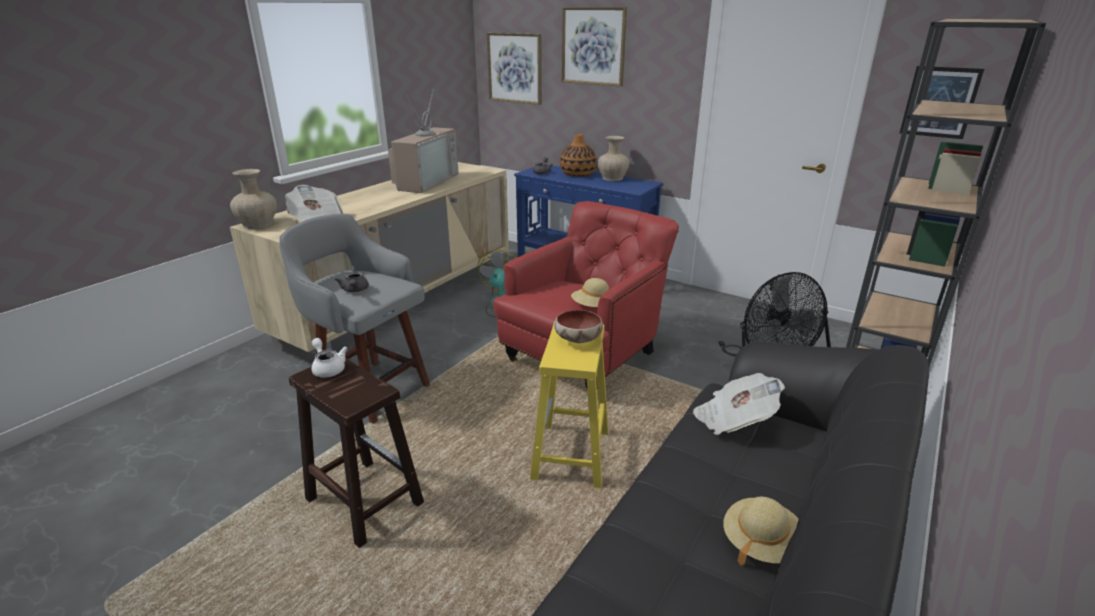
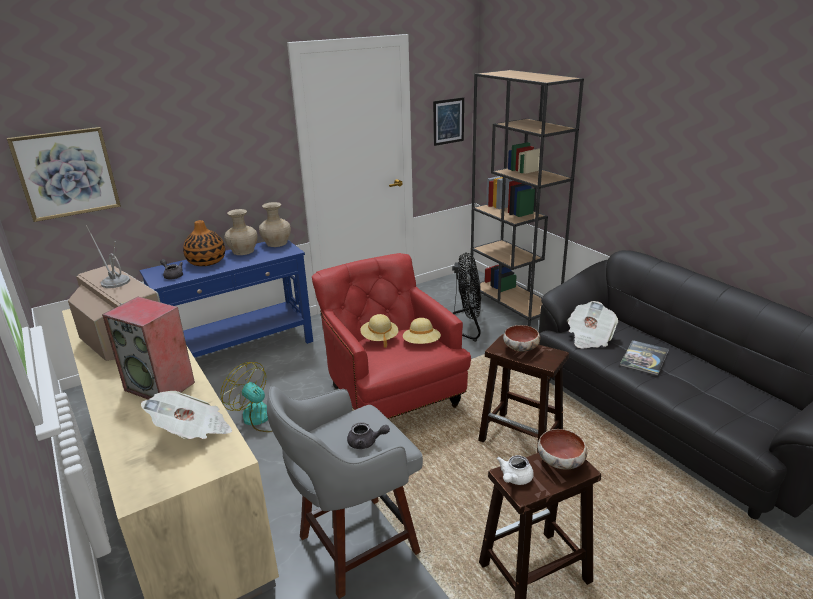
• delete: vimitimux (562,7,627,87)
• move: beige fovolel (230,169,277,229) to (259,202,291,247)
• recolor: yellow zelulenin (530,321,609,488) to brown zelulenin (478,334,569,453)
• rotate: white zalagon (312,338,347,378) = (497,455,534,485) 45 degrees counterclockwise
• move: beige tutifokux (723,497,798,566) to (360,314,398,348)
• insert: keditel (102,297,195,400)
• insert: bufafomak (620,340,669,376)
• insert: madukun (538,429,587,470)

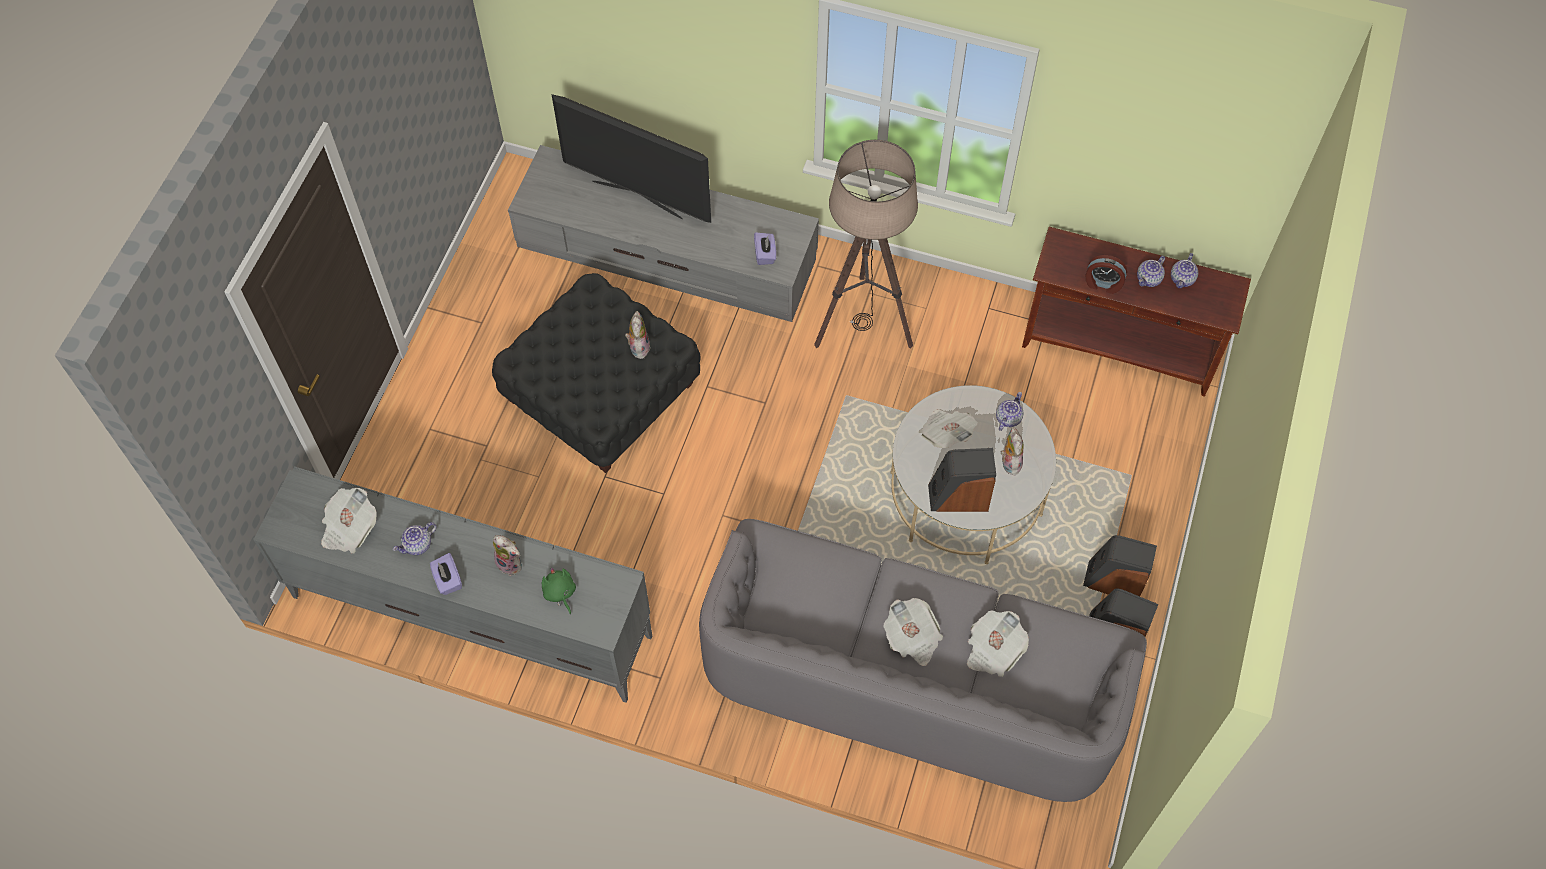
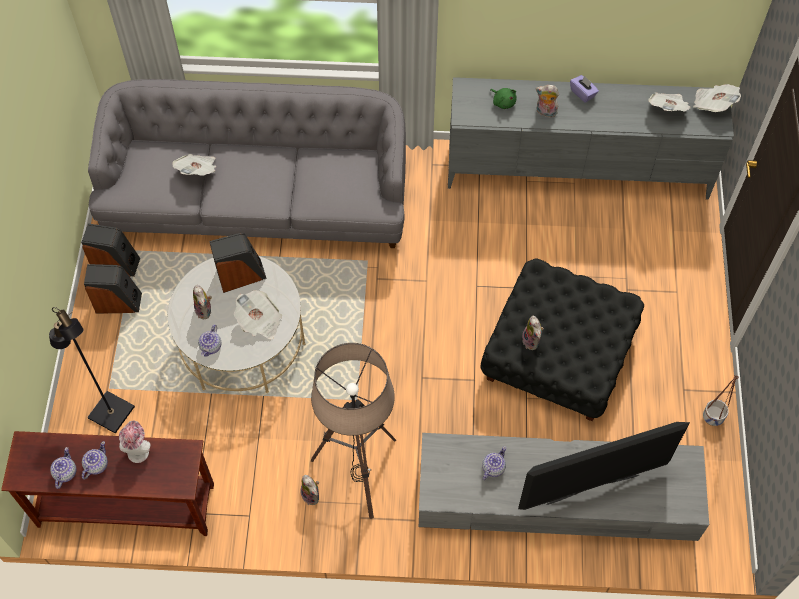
• rotate: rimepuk (552,94,711,223) = (518,422,690,510) 150 degrees clockwise
• delete: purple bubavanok (754,232,776,265)
• replace: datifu (1085,255,1127,294) to tutifokux (119,421,151,463)
• move: zalagon (393,522,436,555) to (482,447,506,480)
• move: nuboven (884,598,943,666) to (693,84,741,112)
• insert: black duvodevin (49,307,135,434)
• insert: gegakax (703,375,739,426)
• insert: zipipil (300,475,320,505)

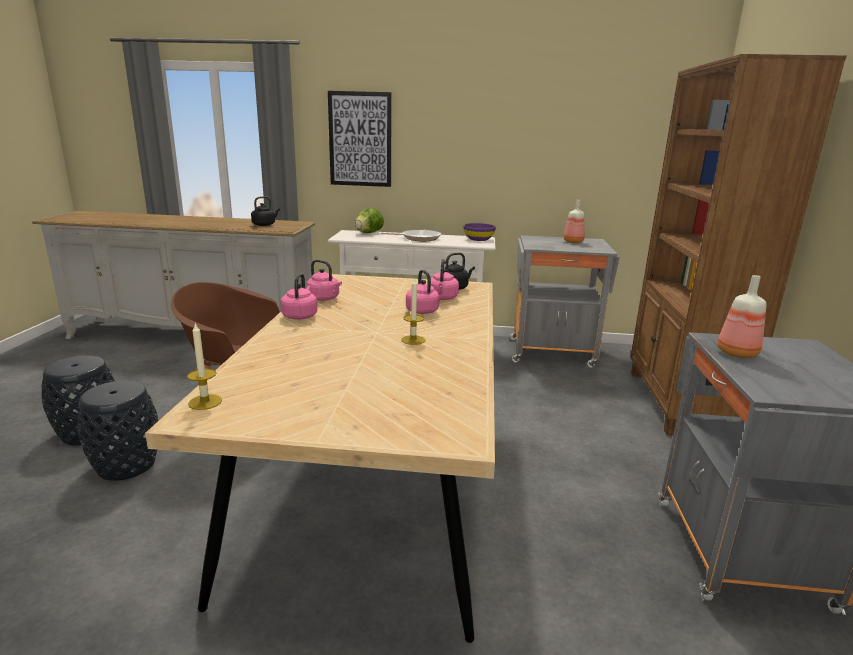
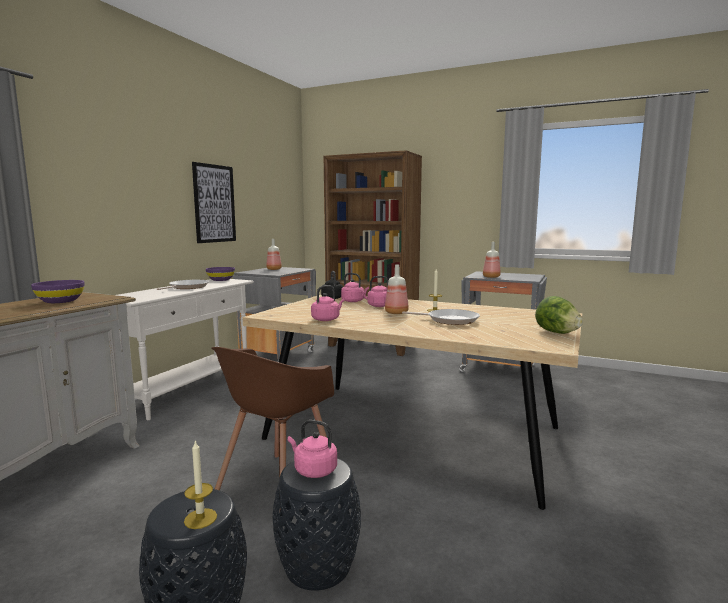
• move: vimitimux (328,91,392,187) to (192,162,236,243)
• replace: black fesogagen (251,196,280,226) to purple madukun (31,280,85,303)
• move: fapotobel (355,208,384,233) to (535,296,583,334)
• move: pink fesogagen (281,273,317,320) to (288,420,337,478)
• move: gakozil (187,323,222,410) to (184,440,217,529)
• insert: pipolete (385,265,409,314)
• insert: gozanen (402,309,480,325)

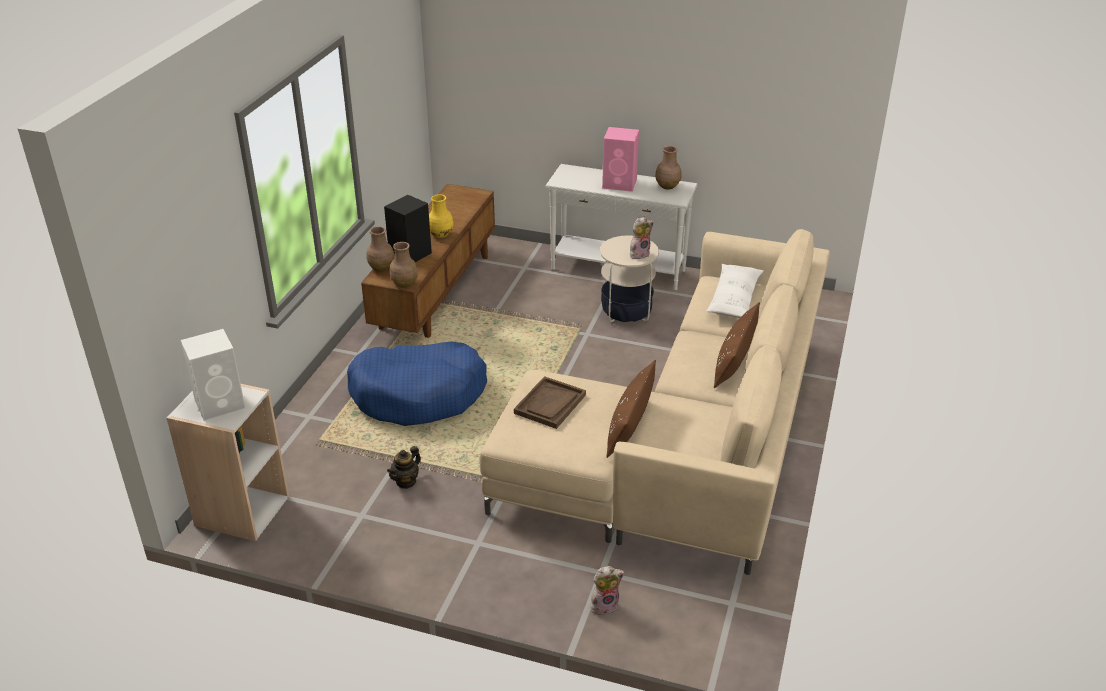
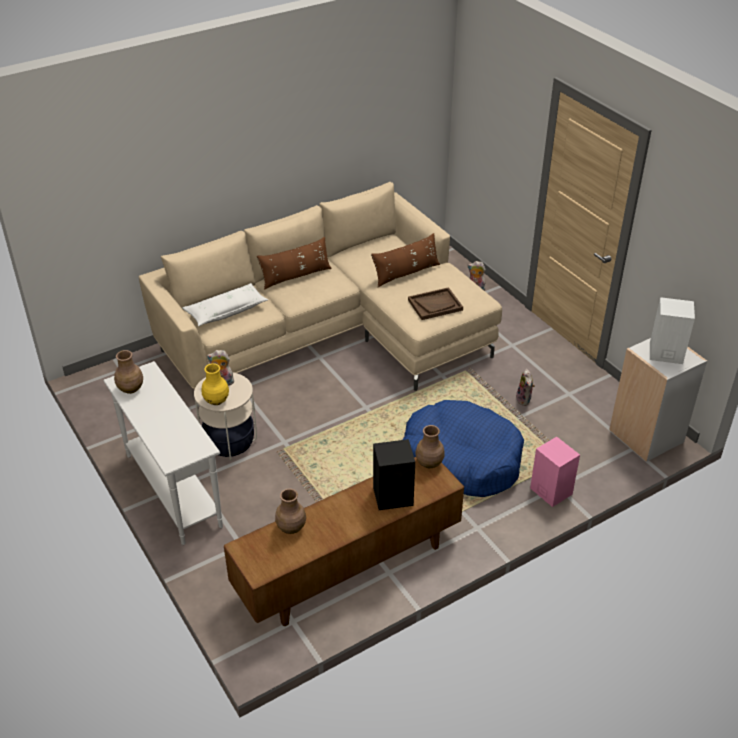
• move: pink keditel (602,127,639,192) to (530,437,580,507)
• move: yellow fovolel (429,194,454,238) to (201,363,229,405)
• move: brown fovolel (366,227,395,272) to (275,488,306,534)
• replace: zalagon (387,446,421,489) to zipipil (516,369,535,406)

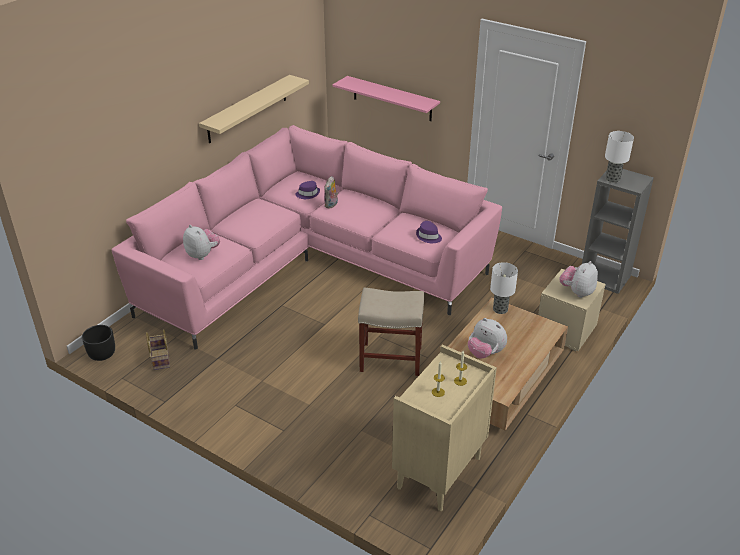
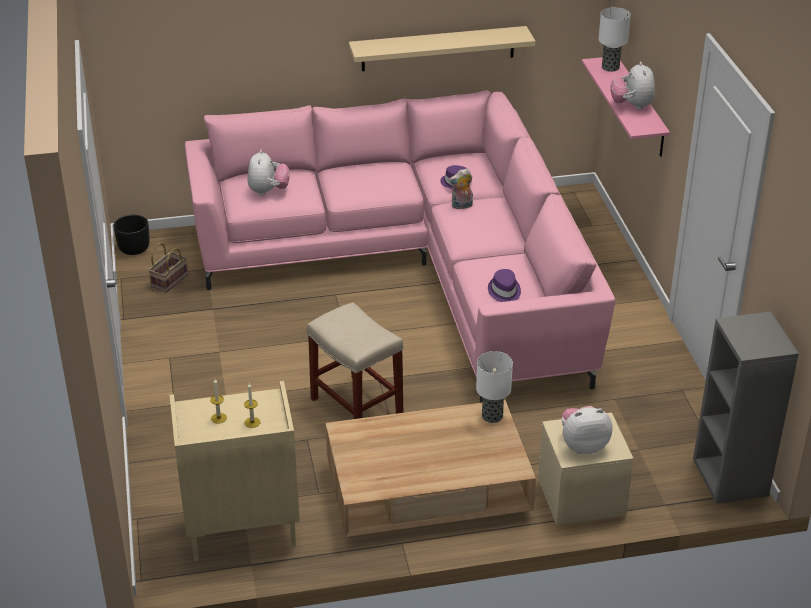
• move: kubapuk (605,131,634,183) to (598,7,631,72)
• move: zipipil (468,318,507,359) to (610,62,655,110)

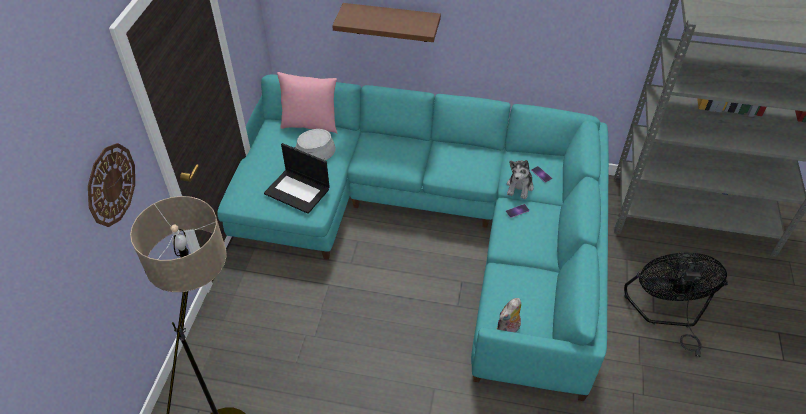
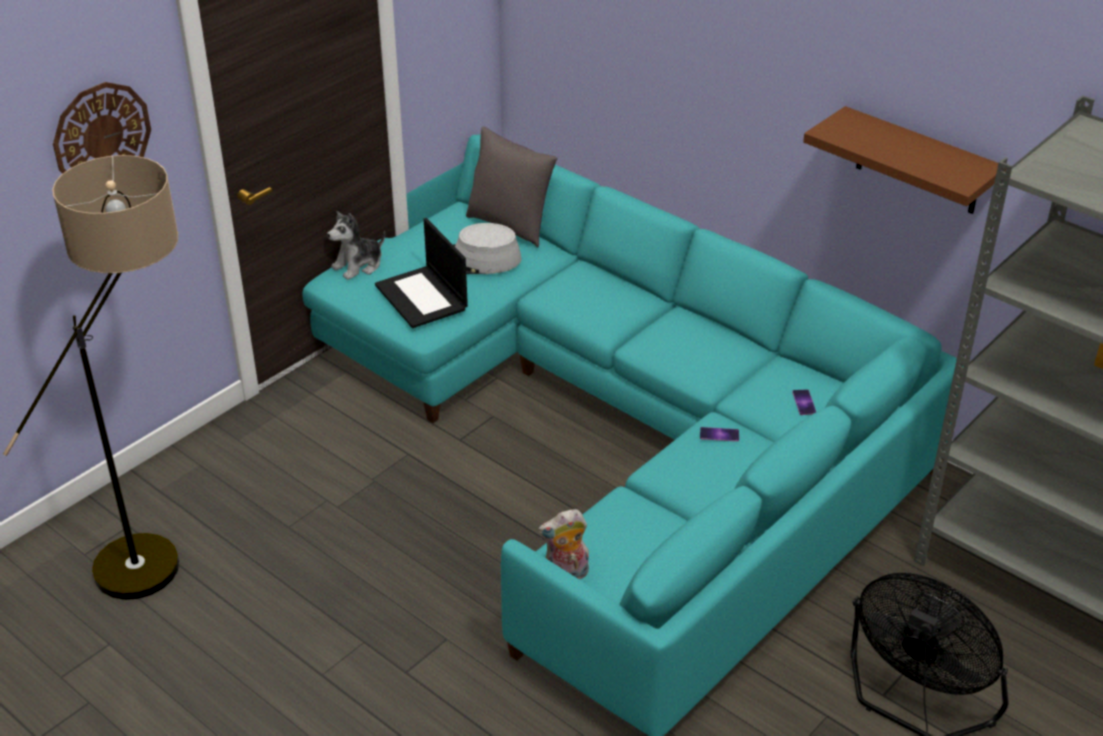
• move: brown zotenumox (332,3,441,42) to (803,106,1006,214)
• recolor: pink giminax (277,72,337,134) to grey giminax (466,126,558,248)
• move: zipipil (507,160,534,199) to (327,211,385,280)

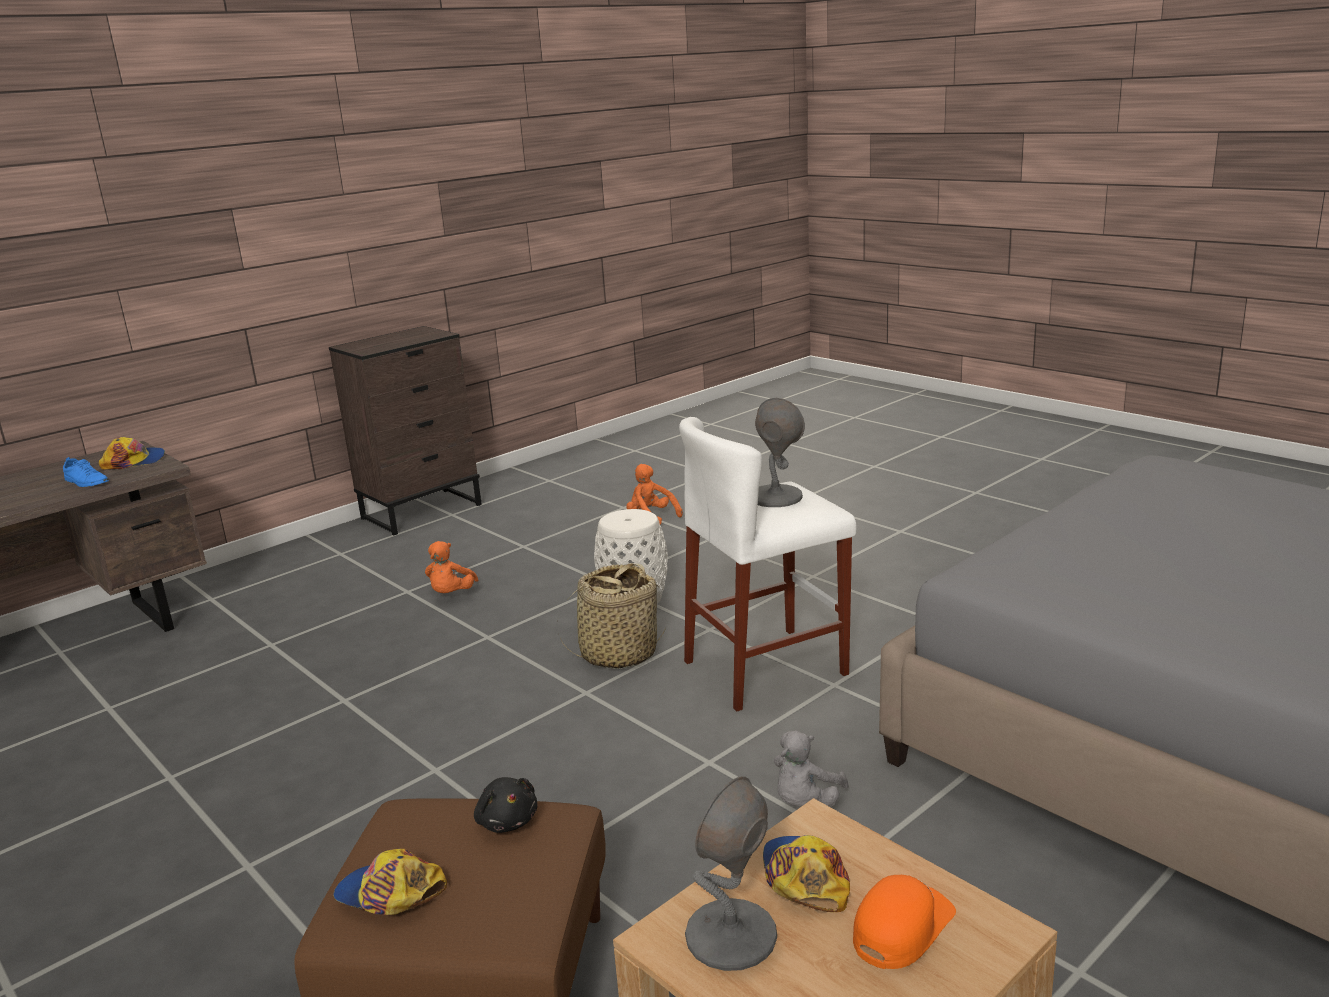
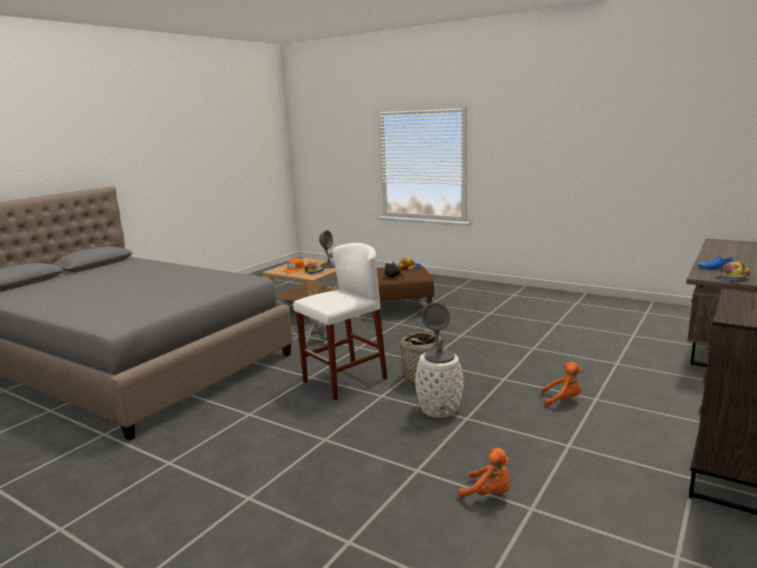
• move: grey kubapuk (755,398,805,507) to (421,302,455,363)
• rotate: orange zipipil (425,541,479,593) = (541,362,582,406) 105 degrees clockwise

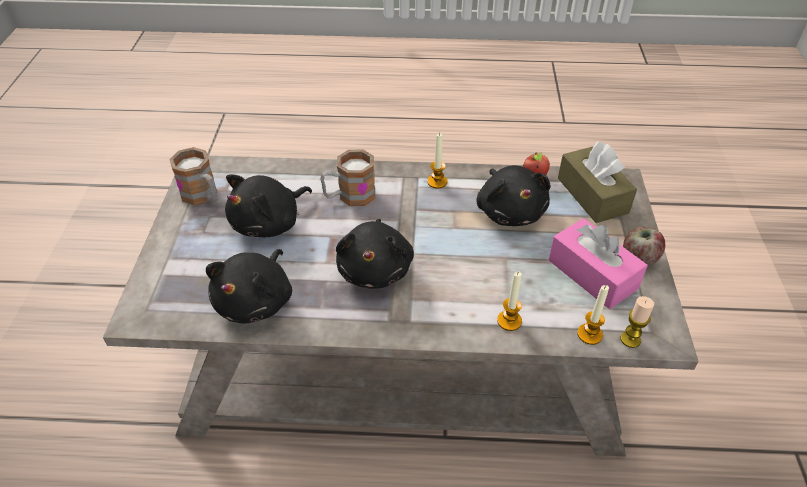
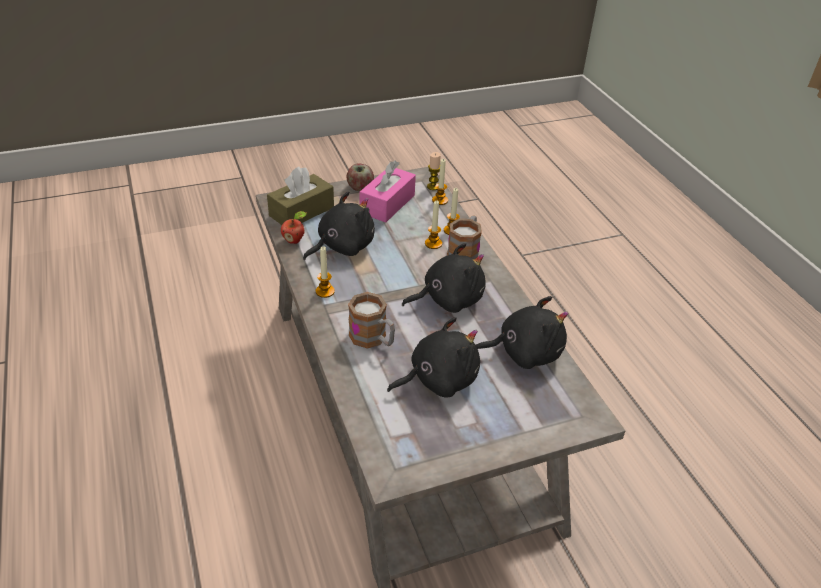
• move: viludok (169,147,218,205) to (447,215,482,259)
• rotate: black zipipil (225,174,312,237) = (387,317,480,398) 45 degrees counterclockwise
• insert: gakozil (425,200,442,249)

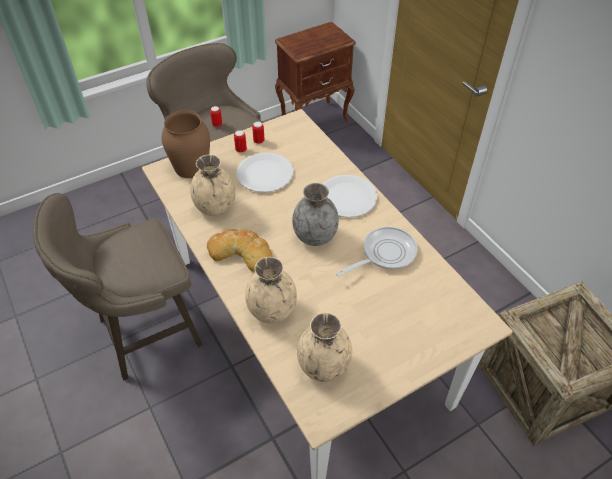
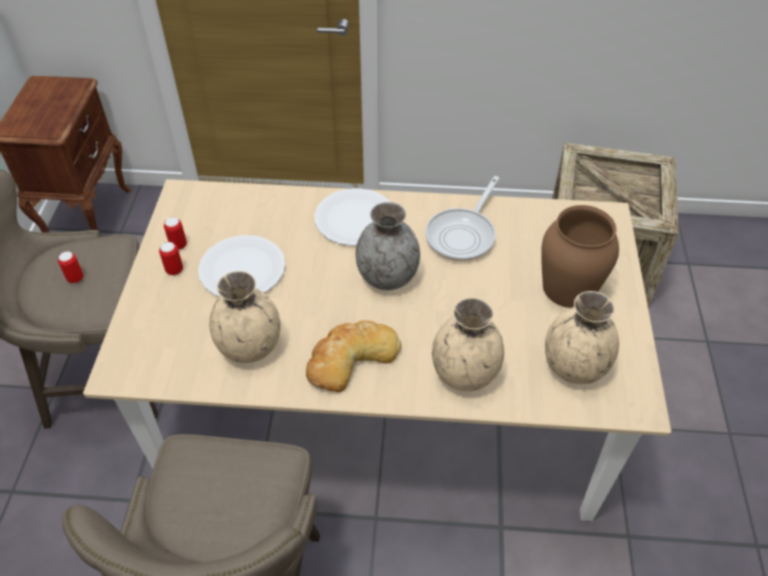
• move: brown fovolel (162,110,210,178) to (541,205,619,308)
• rotate: gozanen (336,226,418,277) = (425,176,499,261) 150 degrees counterclockwise

